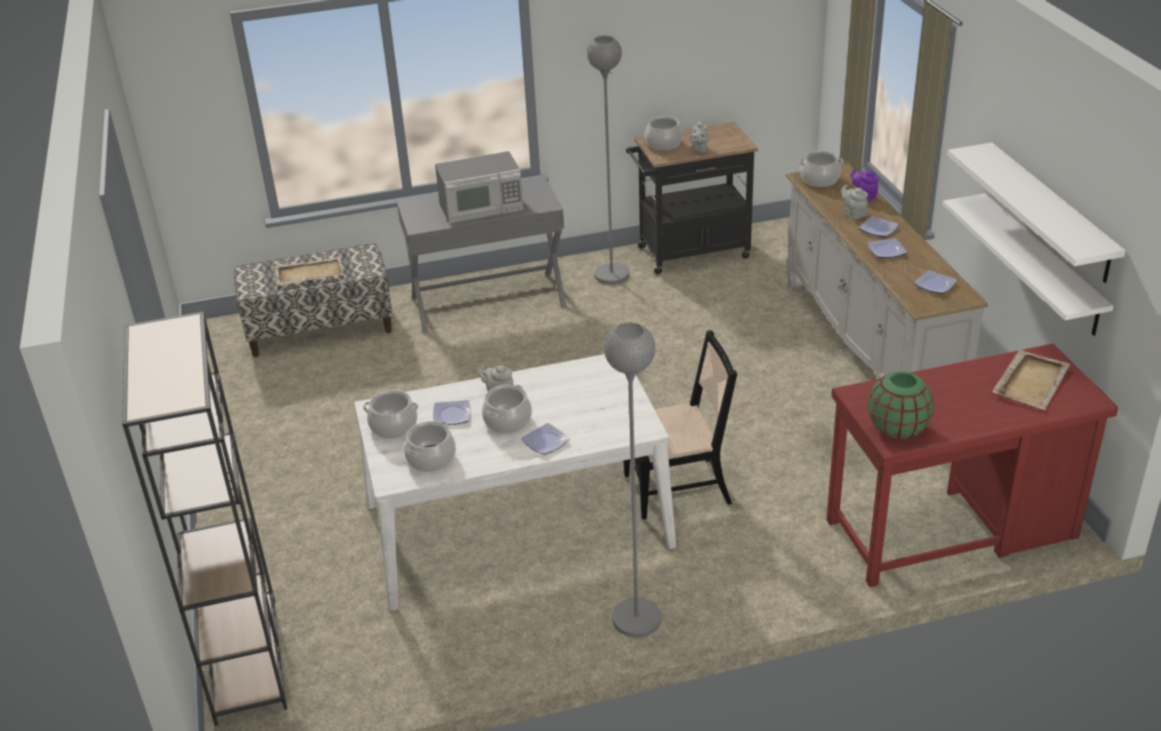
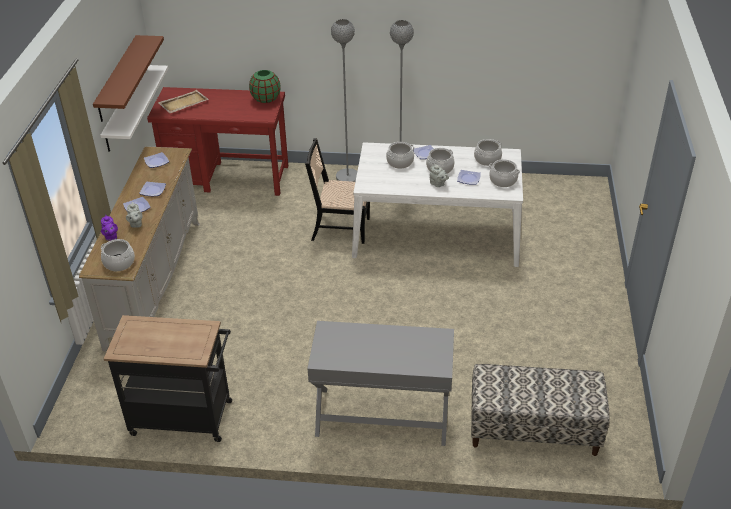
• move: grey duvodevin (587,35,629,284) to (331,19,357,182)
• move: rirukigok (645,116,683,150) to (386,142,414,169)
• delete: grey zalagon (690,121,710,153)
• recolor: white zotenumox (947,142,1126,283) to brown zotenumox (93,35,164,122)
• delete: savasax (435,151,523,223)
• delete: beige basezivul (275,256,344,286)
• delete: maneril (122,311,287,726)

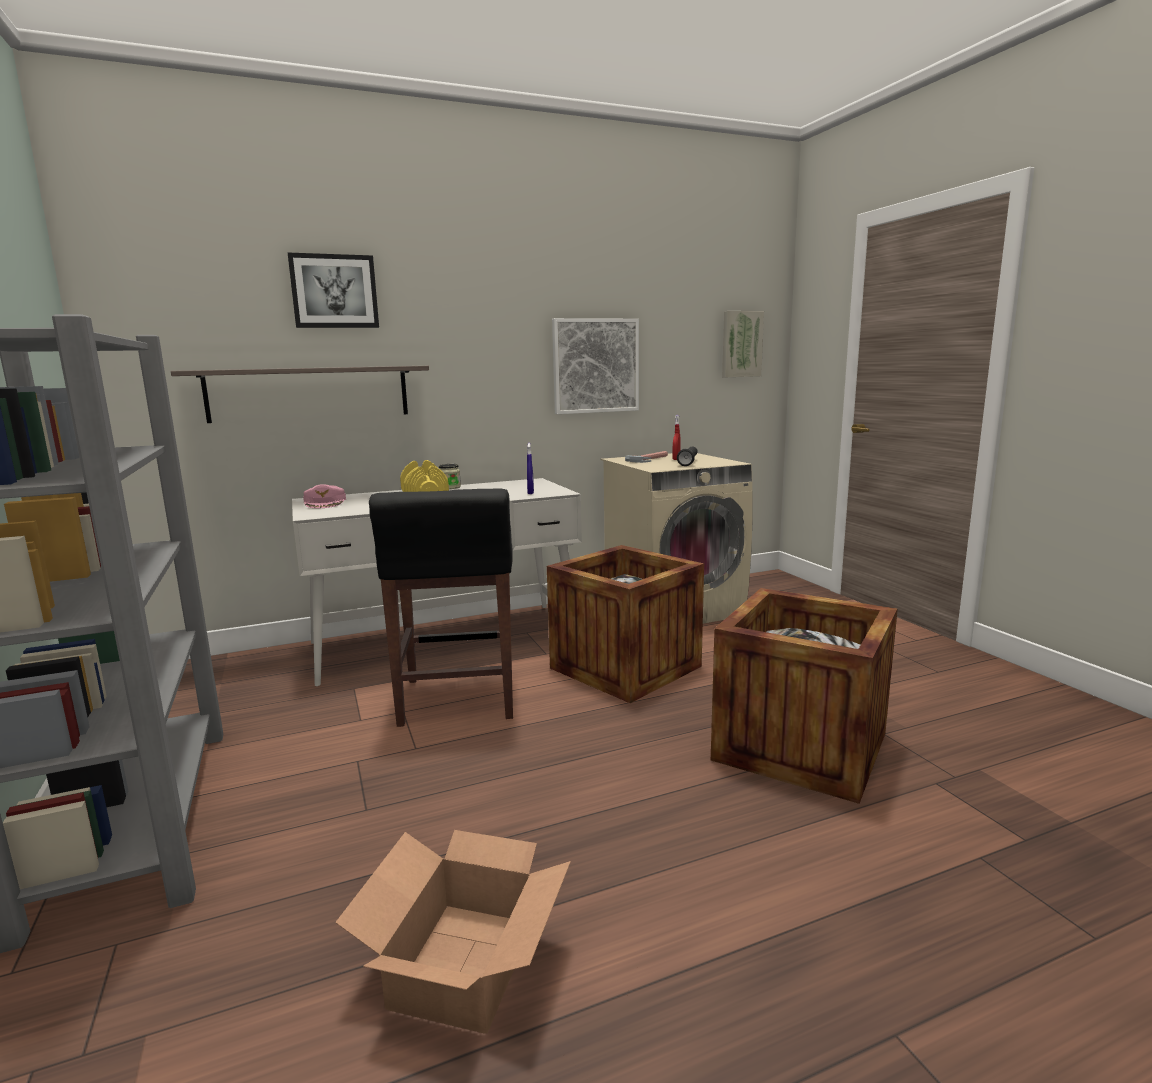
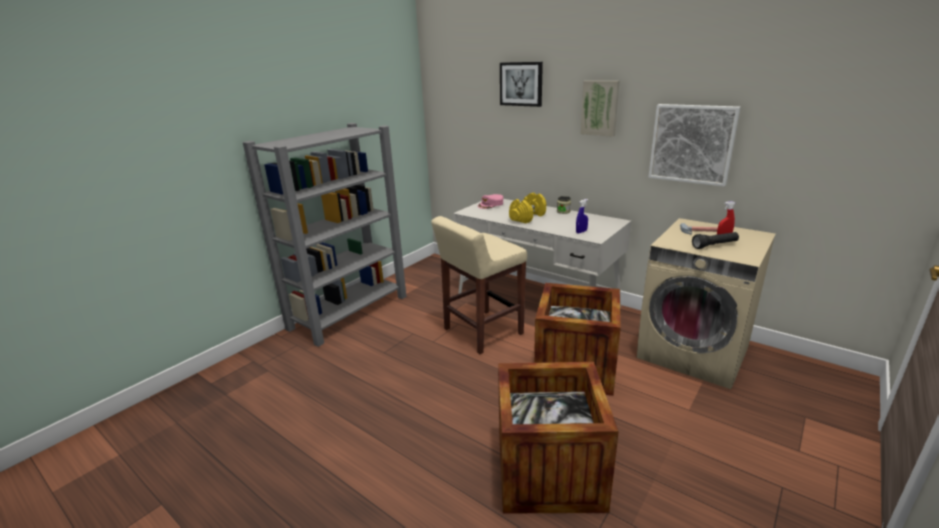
• move: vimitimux (722,311,764,377) to (581,81,620,137)
• delete: zotenumox (171,366,429,423)
• recolor: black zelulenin (369,488,513,727) to beige zelulenin (431,216,527,354)
• delete: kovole (335,830,571,1034)

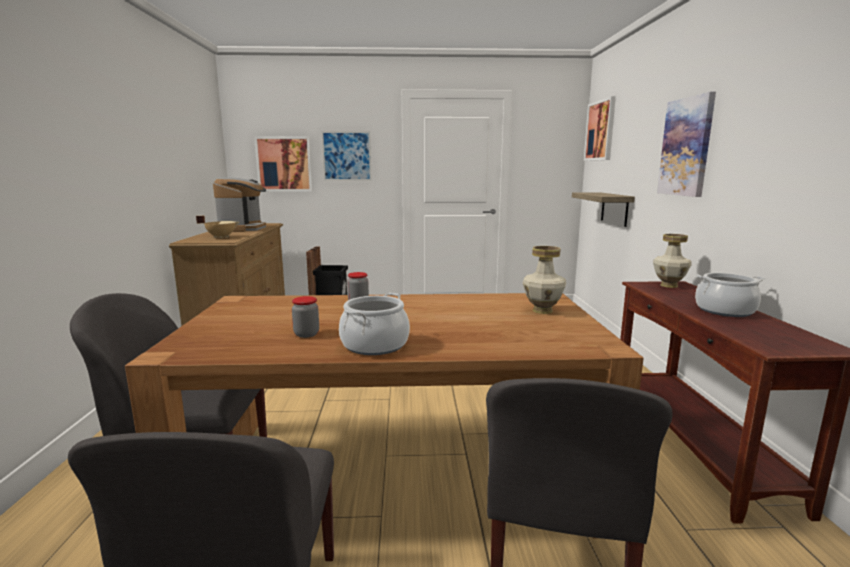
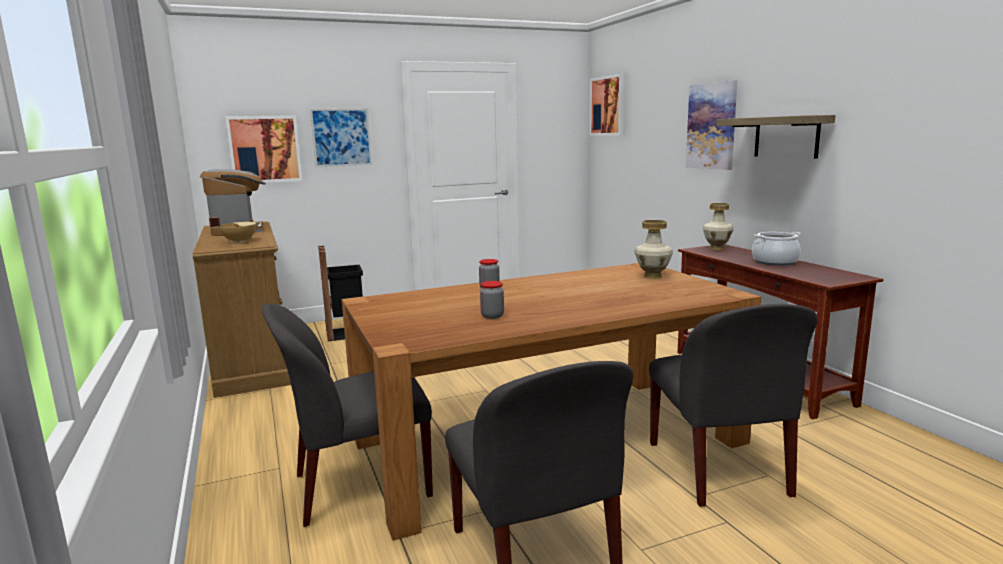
• move: zotenumox (572,192,635,227) to (716,115,835,159)
• delete: rirukigok (339,293,410,355)

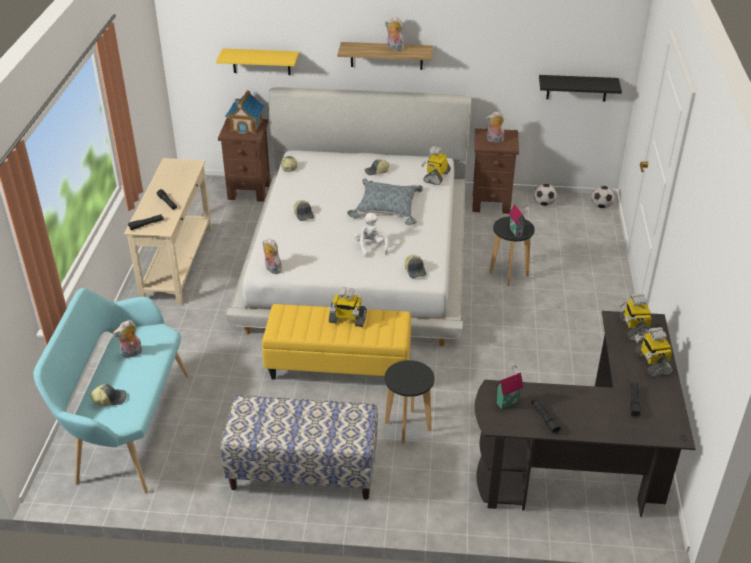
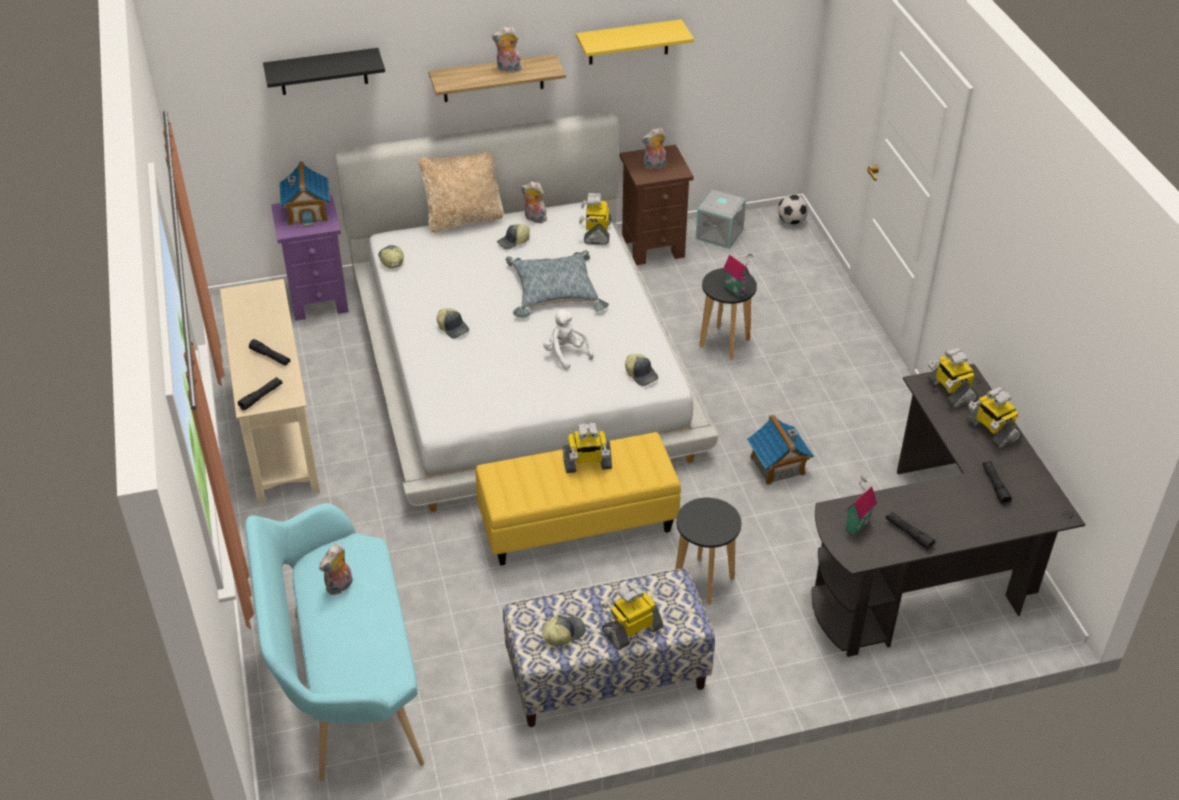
• move: yellow zotenumox (216,49,299,75) to (576,19,694,65)
• move: black zotenumox (539,75,622,102) to (263,48,385,95)
• recolor: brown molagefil (218,117,271,202) to purple molagefil (271,195,349,321)
• replace: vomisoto (534,183,557,206) to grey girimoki (696,190,746,249)
• move: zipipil (263,238,282,274) to (521,181,547,223)
• move: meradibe (90,384,126,406) to (542,615,586,646)
• insert: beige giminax (418,151,504,234)
• insert: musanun (747,414,814,485)
• insert: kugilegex (602,582,663,650)

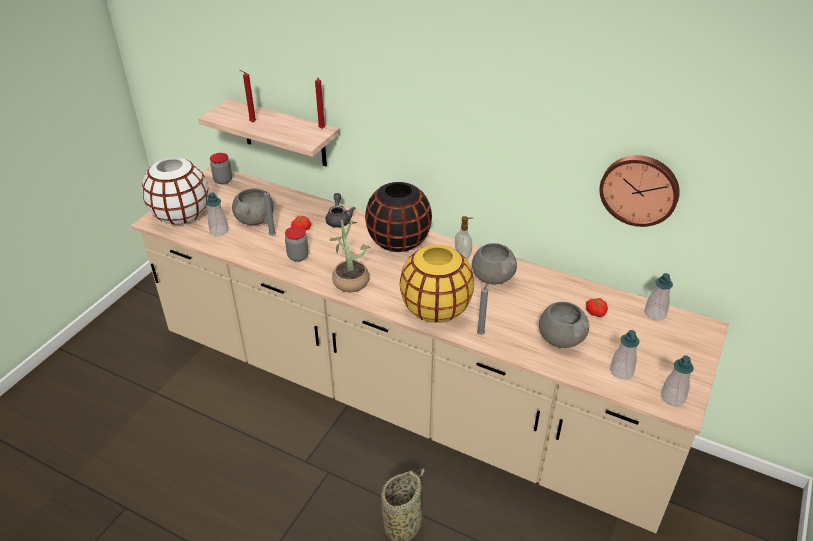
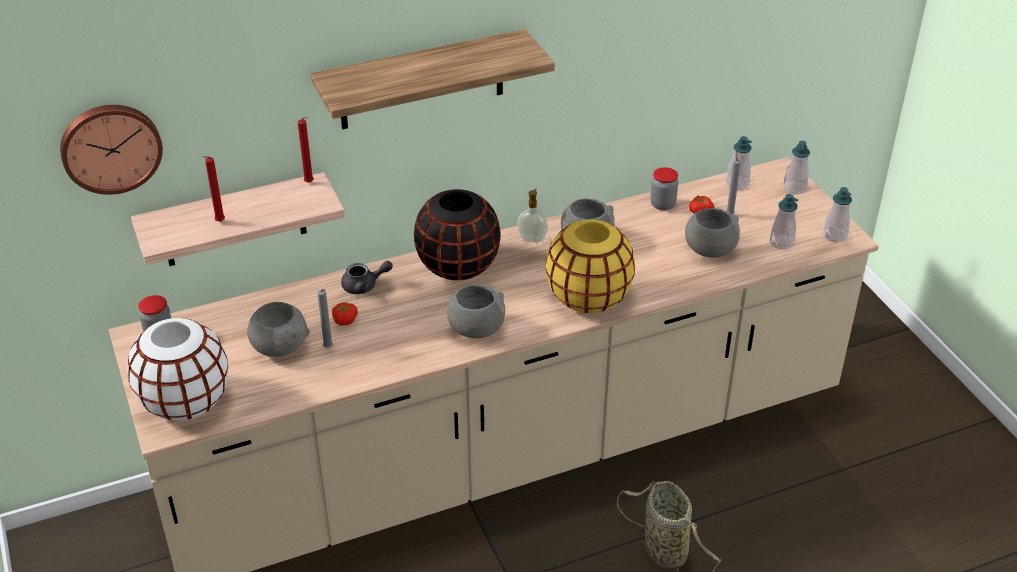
• move: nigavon (599,155,680,227) to (60,105,163,195)
• move: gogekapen (204,192,229,236) to (783,141,810,194)
• rotate: grey zalagon (326,193,355,228) = (341,261,393,294) 135 degrees clockwise
• replace: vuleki (329,219,370,292) to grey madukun (447,285,505,338)
• move: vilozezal (285,226,309,262) to (650,167,678,210)
• move: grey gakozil (477,281,491,335) to (726,152,741,214)
• insert: zotenumox (310,29,555,129)

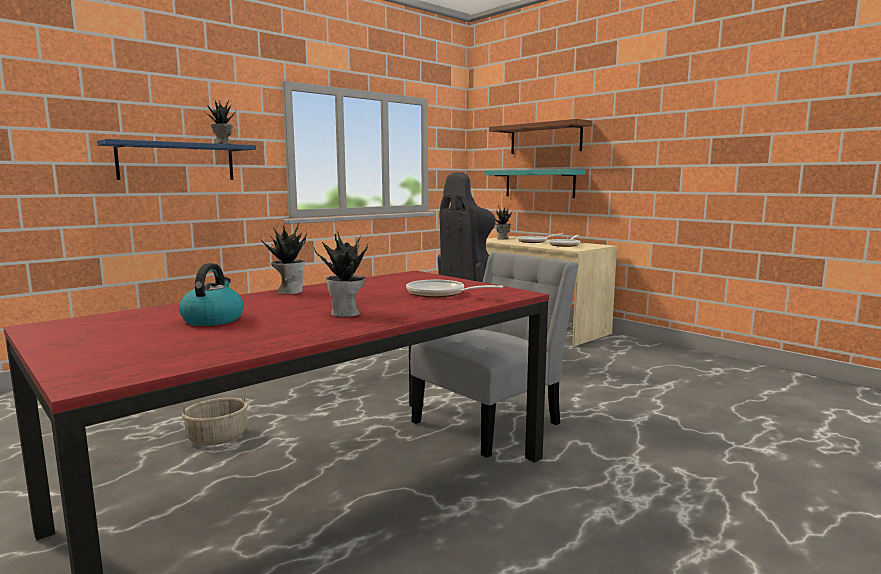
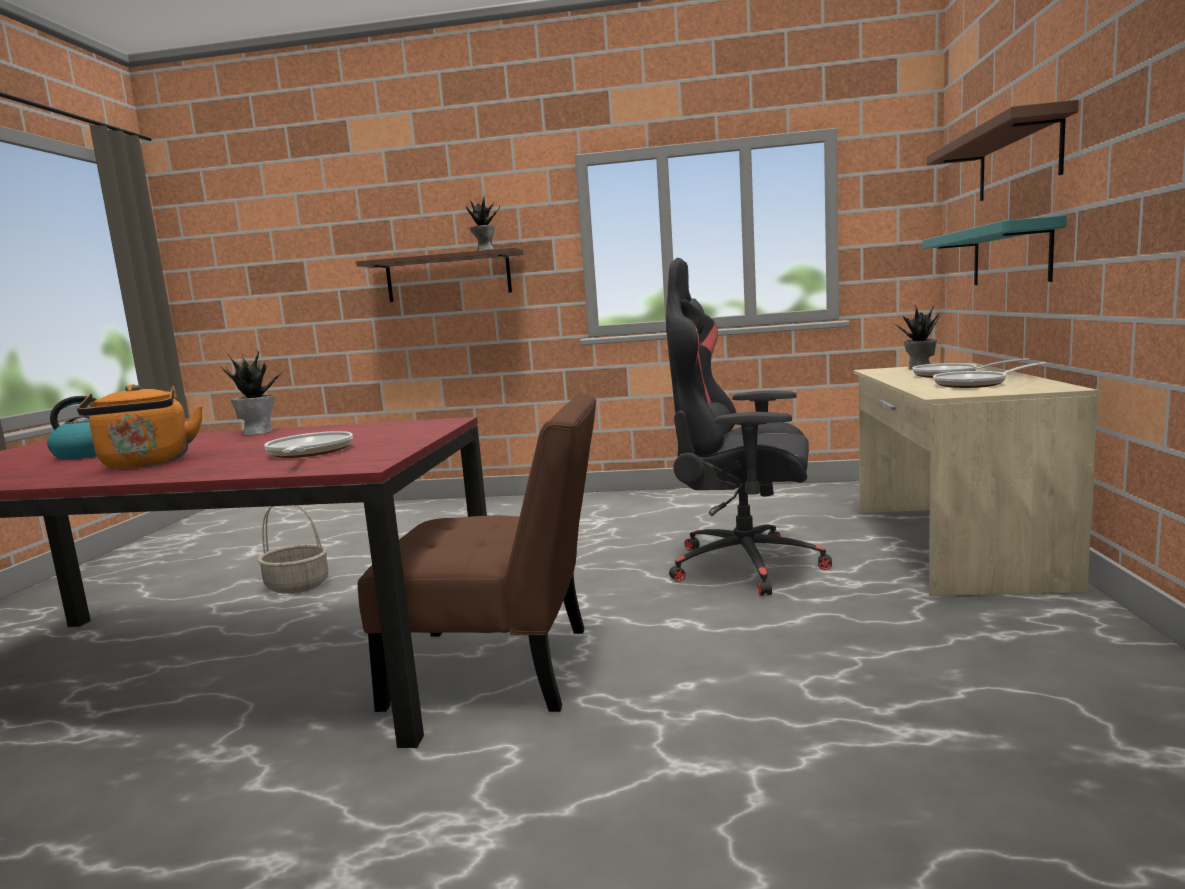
• recolor: blue zotenumox (97,139,256,180) to brown zotenumox (356,247,524,302)
• replace: vuleki (314,231,368,317) to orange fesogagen (77,384,203,468)
• recolor: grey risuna (410,252,579,458) to brown risuna (358,395,597,712)

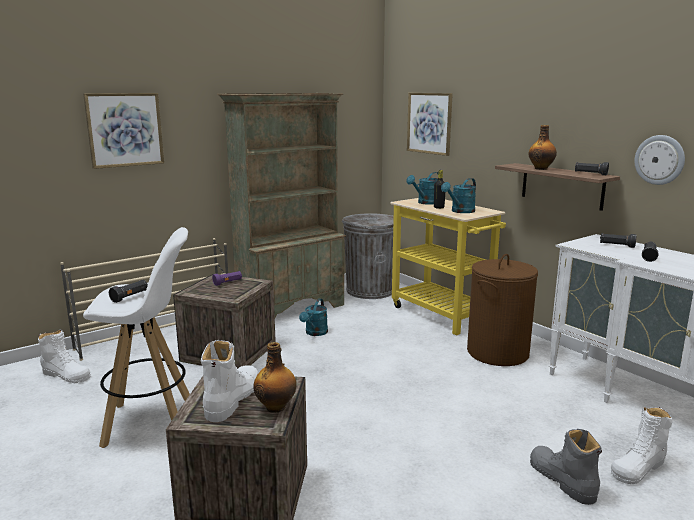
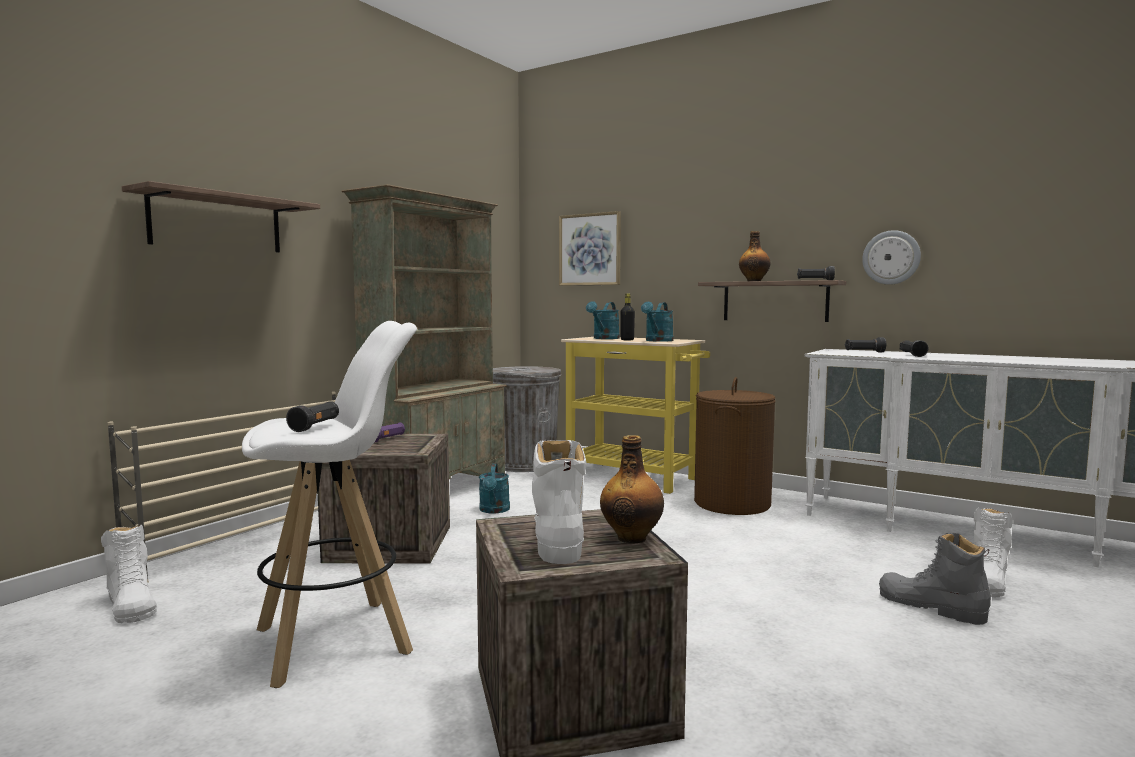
• replace: vimitimux (83,93,164,169) to zotenumox (122,181,320,253)
• rotate: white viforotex (38,329,91,383) = (101,525,157,623) 45 degrees clockwise

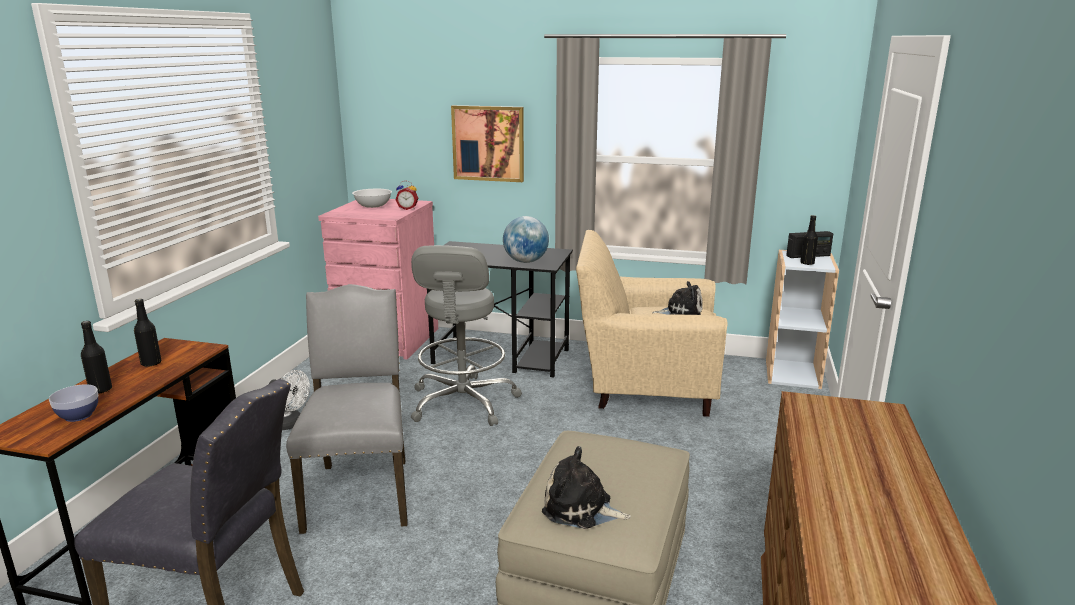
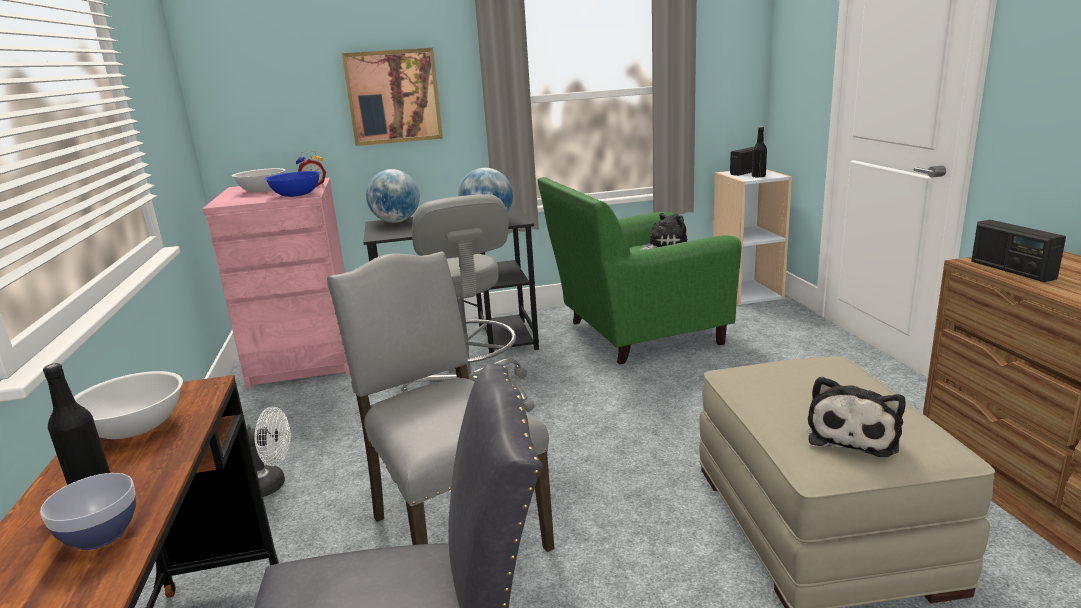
• recolor: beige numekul (576,230,728,417) to green numekul (538,177,741,365)
• replace: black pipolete (134,299,162,367) to white madukun (74,371,183,439)
• rotate: zipipil (542,446,631,529) = (808,376,905,457) 60 degrees counterclockwise
• insert: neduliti (366,169,420,223)
• insert: blue madukun (265,171,320,197)
• insert: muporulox (971,220,1066,282)

